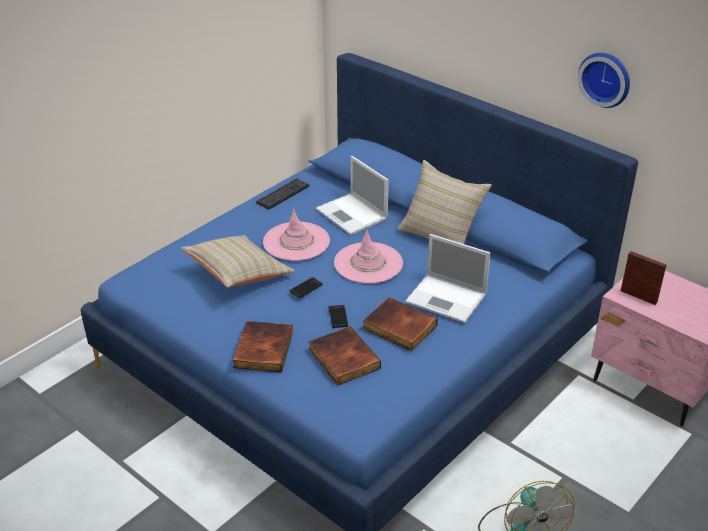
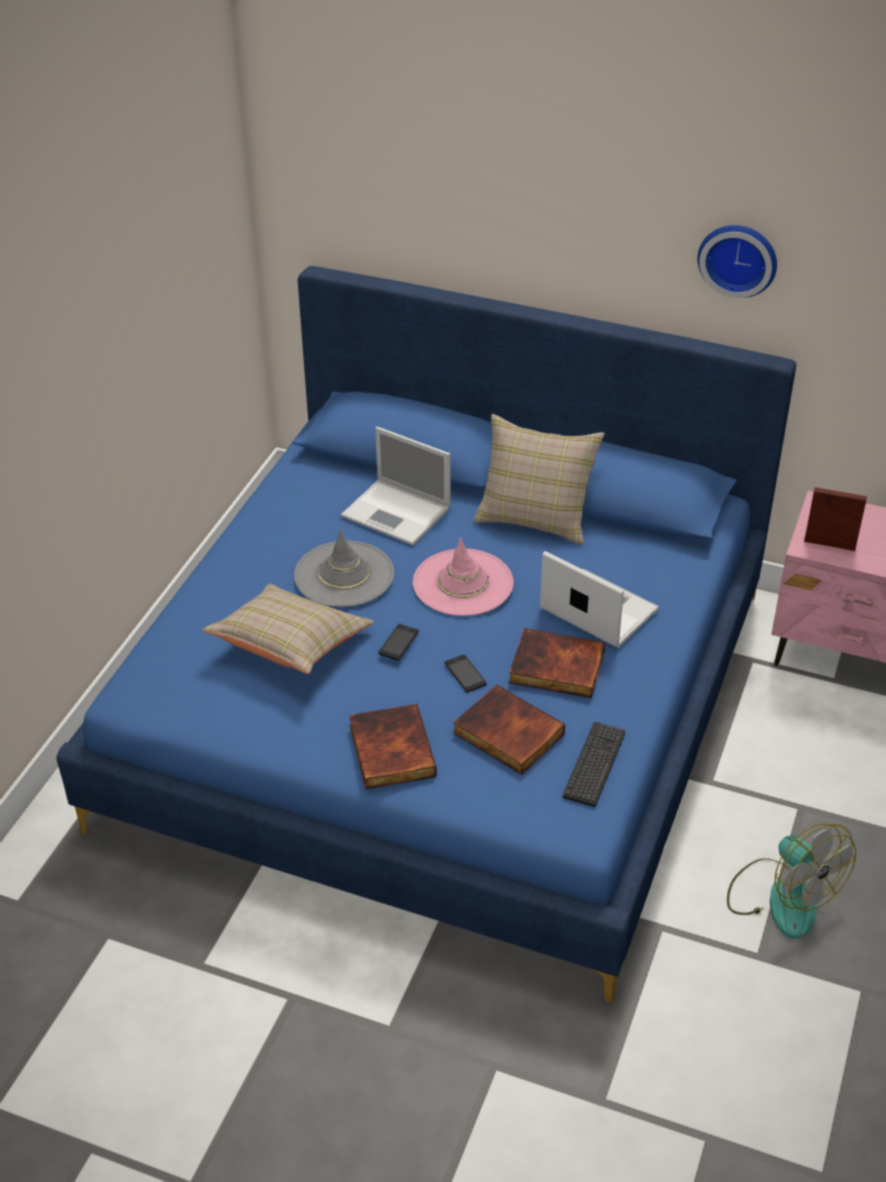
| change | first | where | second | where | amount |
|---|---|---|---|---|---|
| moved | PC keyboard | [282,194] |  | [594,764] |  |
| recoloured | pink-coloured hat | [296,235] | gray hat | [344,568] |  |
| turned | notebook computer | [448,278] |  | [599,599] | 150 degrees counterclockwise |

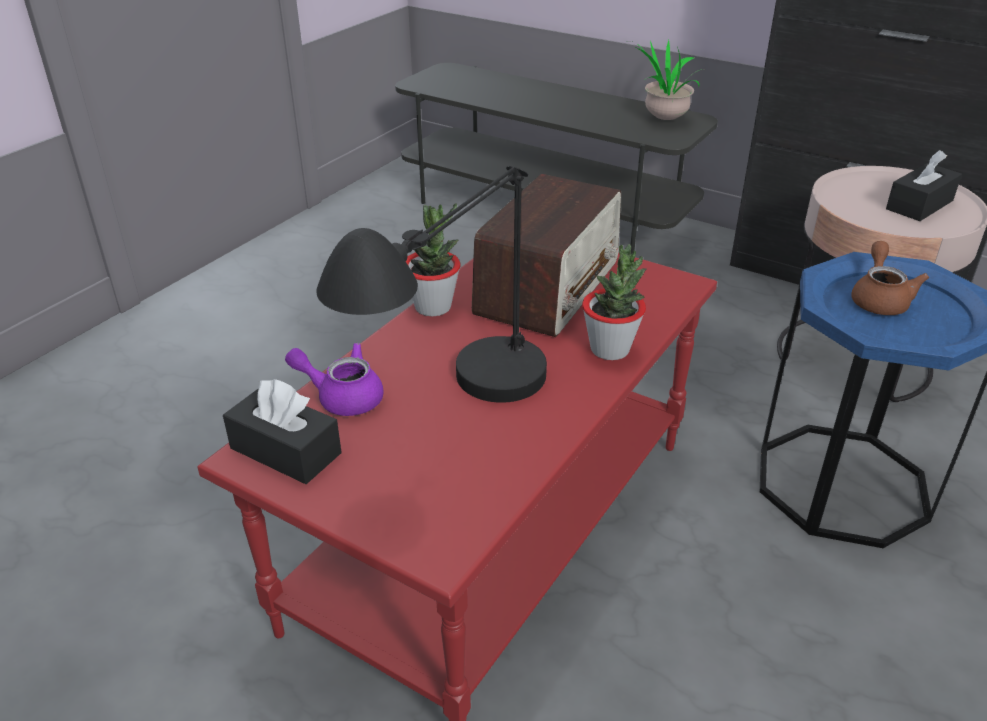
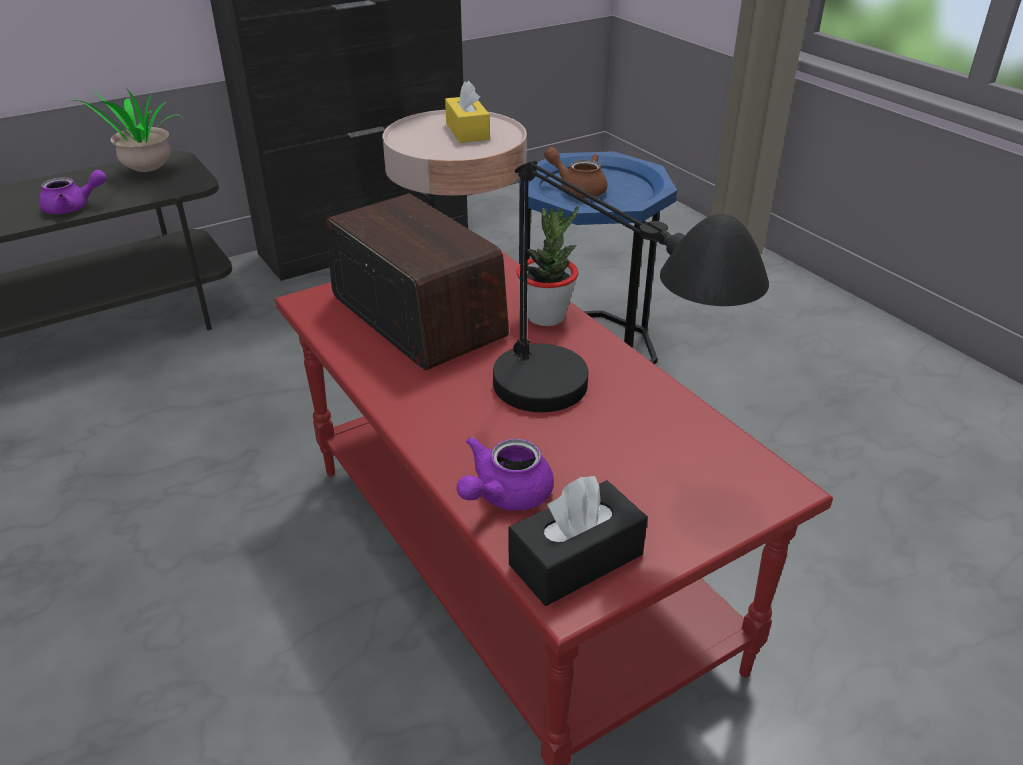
| change | first | where | second | where | amount |
|---|---|---|---|---|---|
| removed | potted plant | [433,259] |  |  |  |
| added |  |  | purple-coloured teapot | [73,192] |  |
| recoloured | blackish tissue holder | [924,185] | yellowish tissue holder | [467,111] |  |

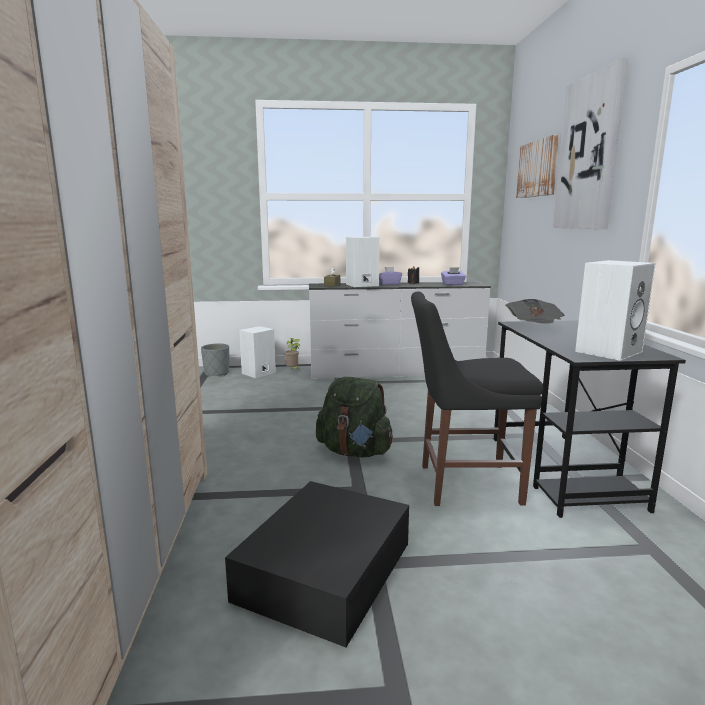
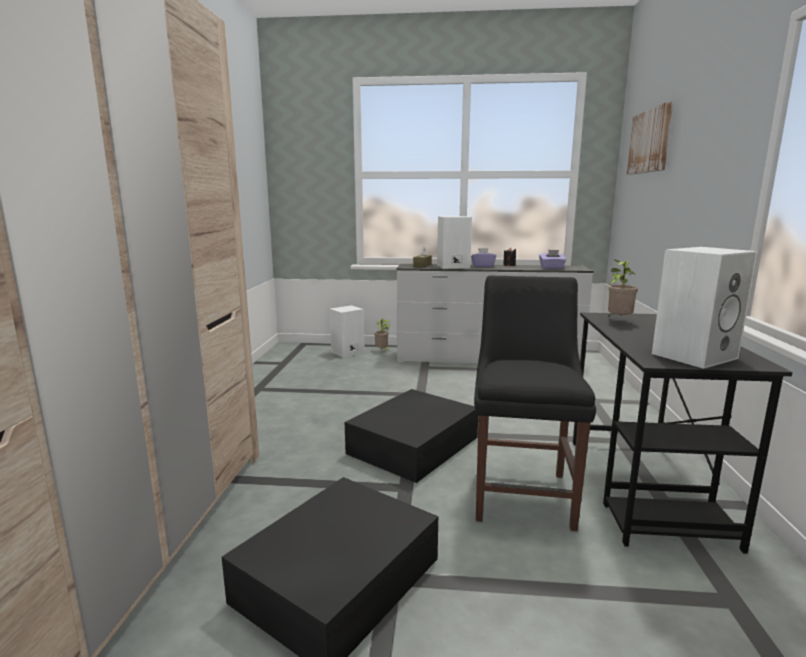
| change | first | where | second | where | amount |
|---|---|---|---|---|---|
| removed | gray flower pot | [215,360] |  |  |  |
| removed | wall picture | [590,143] |  |  |  |
| replaced | green-coloured backpack | [354,417] | blackish storage box | [411,436] |  |
| replaced | newspaper | [535,311] | potted plant | [623,288] |  |
| turned | blackish chair | [477,399] |  | [535,403] | 90 degrees clockwise |

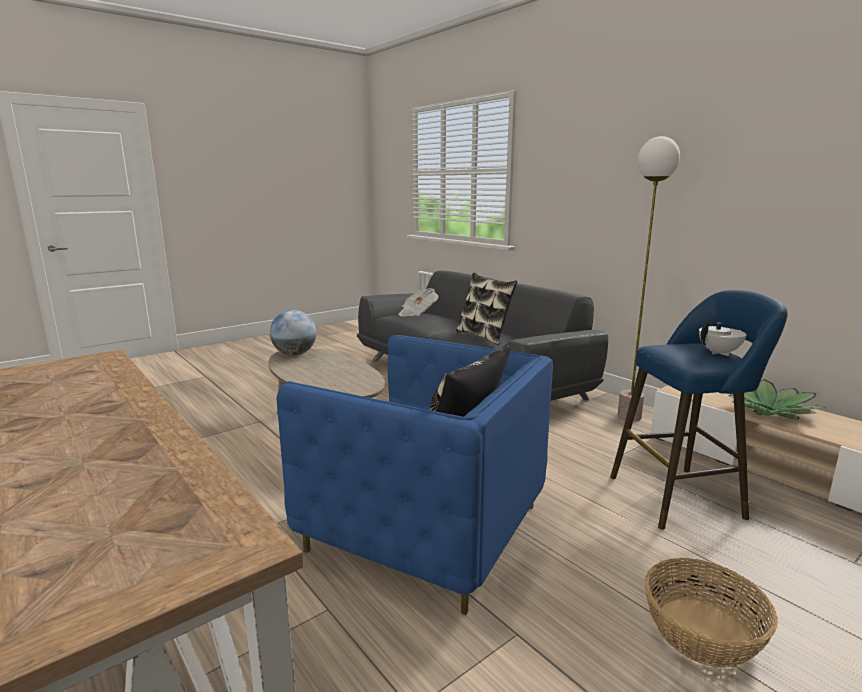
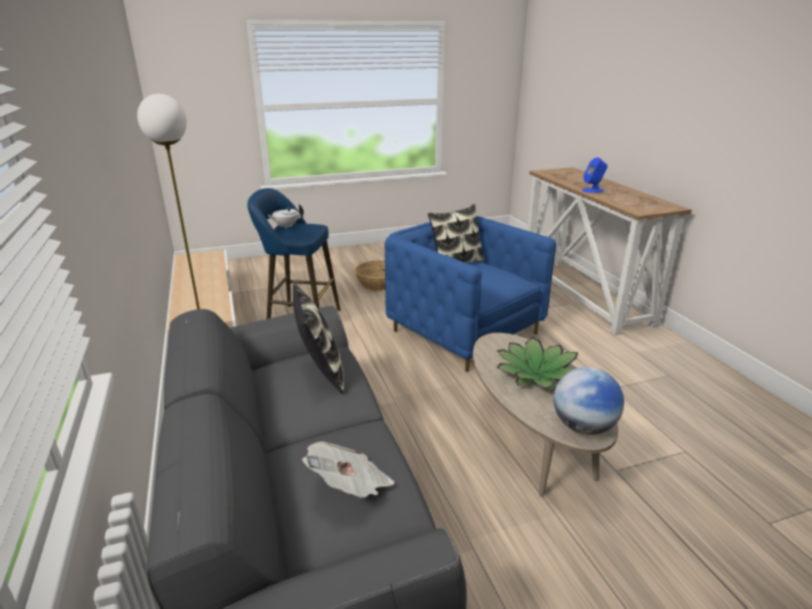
| change | first | where | second | where | amount |
|---|---|---|---|---|---|
| added |  |  | blue loudspeaker | [595,175] |  |
| moved | potted plant | [777,399] |  | [537,364] |  |

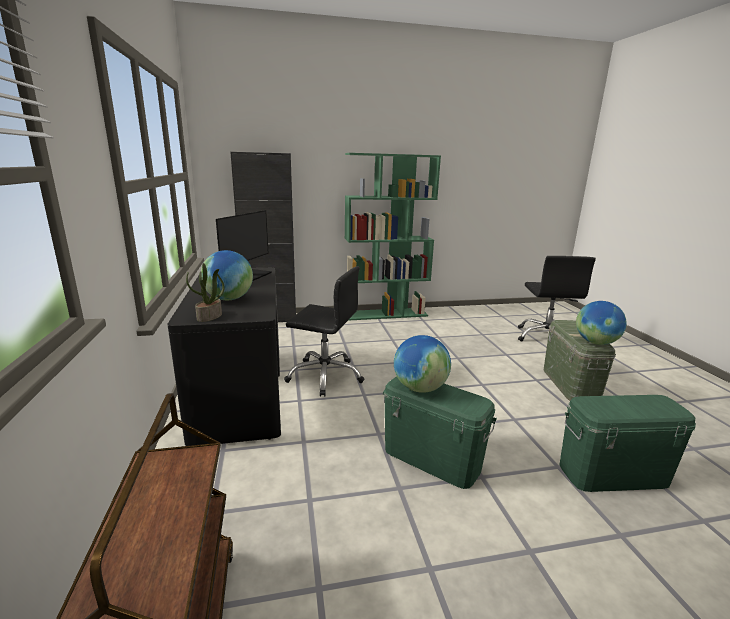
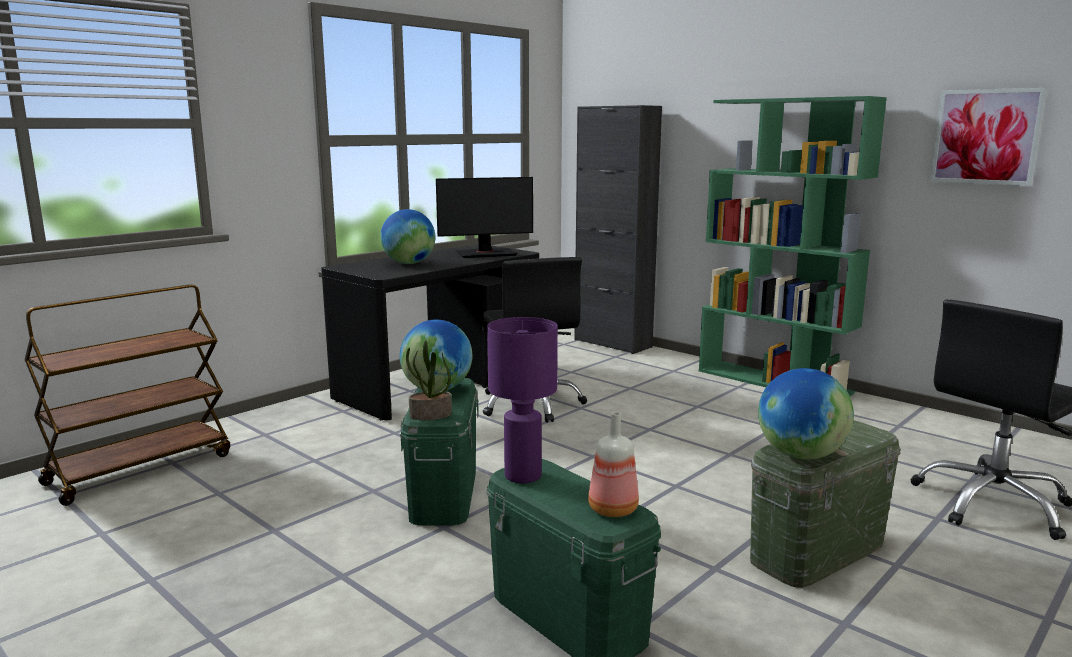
| change | first | where | second | where | amount |
|---|---|---|---|---|---|
| added |  |  | purple-coloured table lamp | [522,400] |  |
| added |  |  | beverage bottle | [613,464] |  |
| added |  |  | wall picture | [988,137] |  |
| moved | potted plant | [205,292] |  | [429,380] |  |

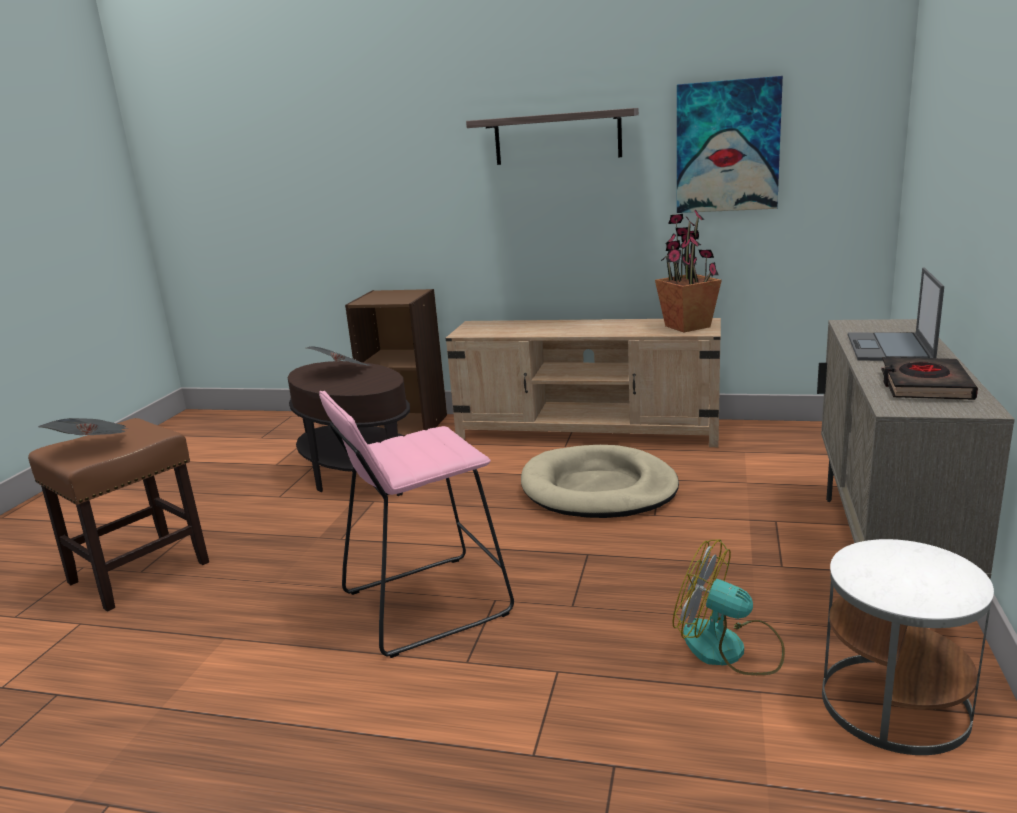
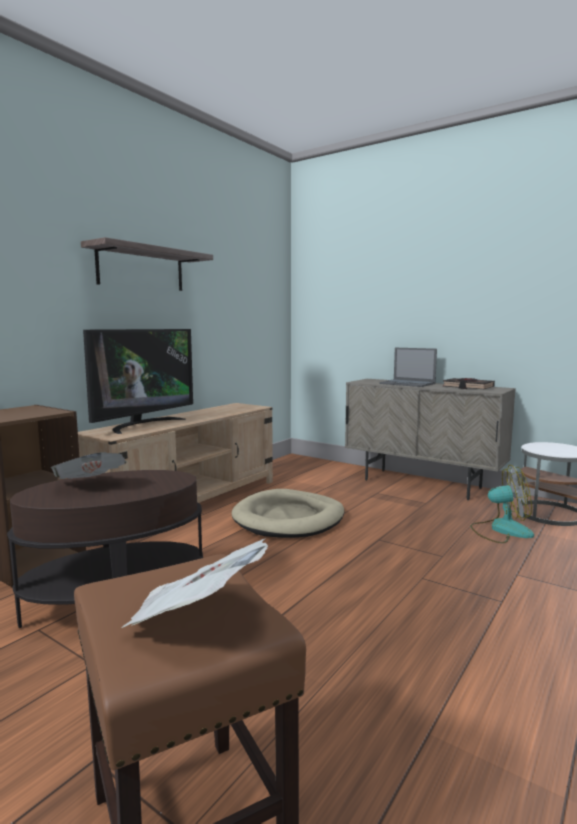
| change | first | where | second | where | amount |
|---|---|---|---|---|---|
| removed | pink-coloured stool | [416,524] |  |  |  |
| removed | potted plant | [688,271] |  |  |  |
| removed | wall picture | [730,144] |  |  |  |
| added |  |  | TV | [138,381] |  |
| turned | cooling fan | [729,607] |  | [502,504] | 135 degrees counterclockwise |

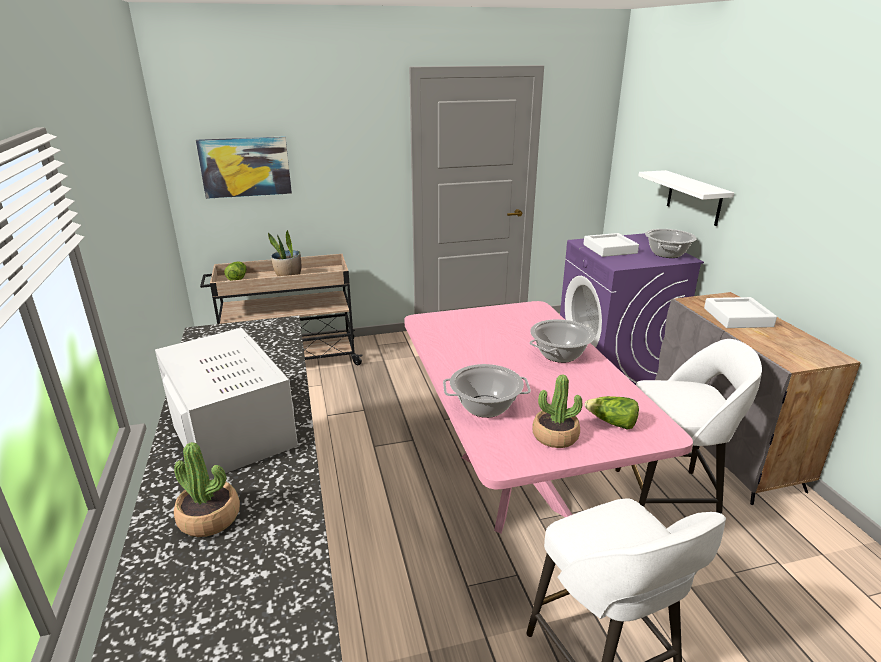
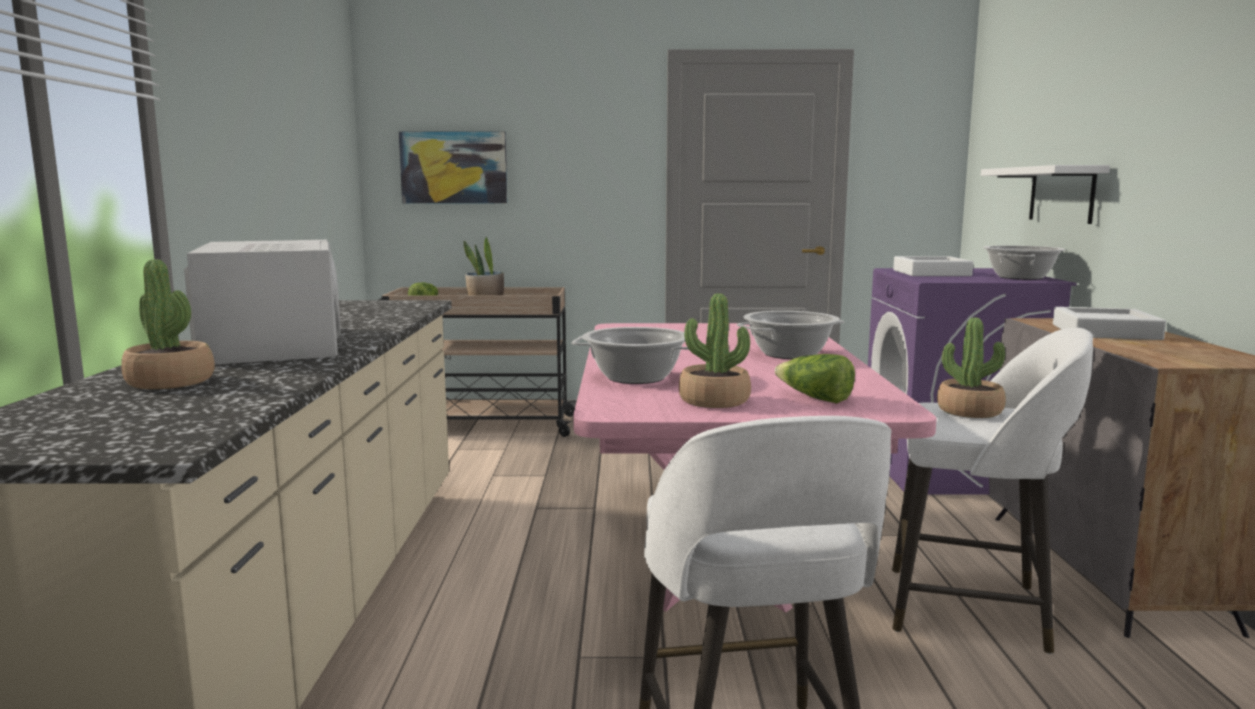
| change | first | where | second | where | amount |
|---|---|---|---|---|---|
| added |  |  | potted plant | [971,368] |  |

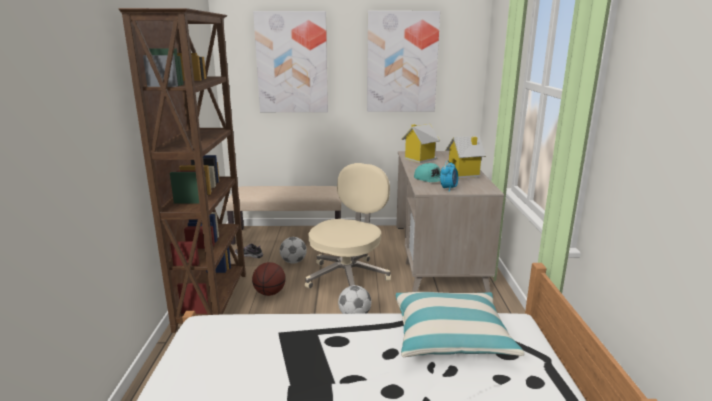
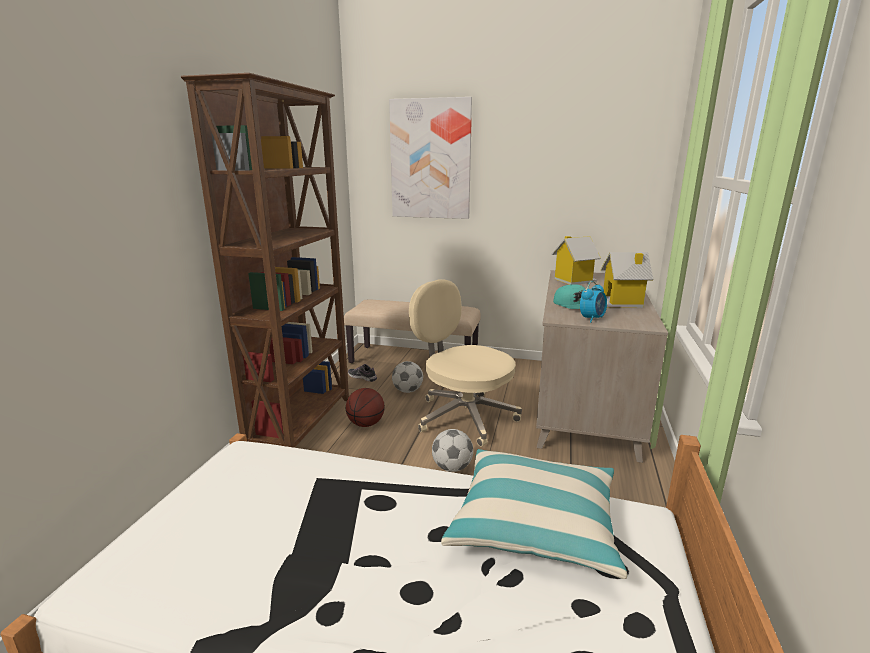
| change | first | where | second | where | amount |
|---|---|---|---|---|---|
| removed | wall picture | [403,61] |  |  |  |
| turned | beige office chair | [348,226] |  | [465,363] | 90 degrees counterclockwise |

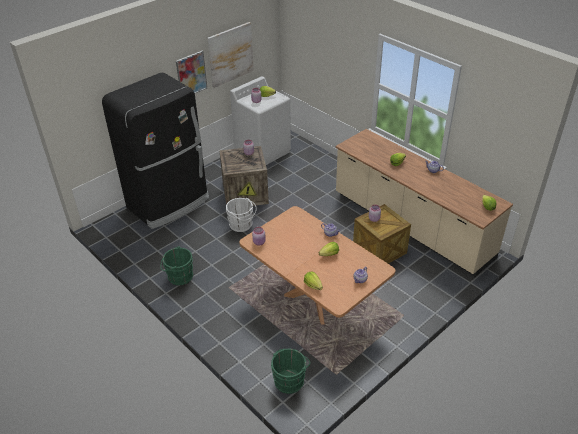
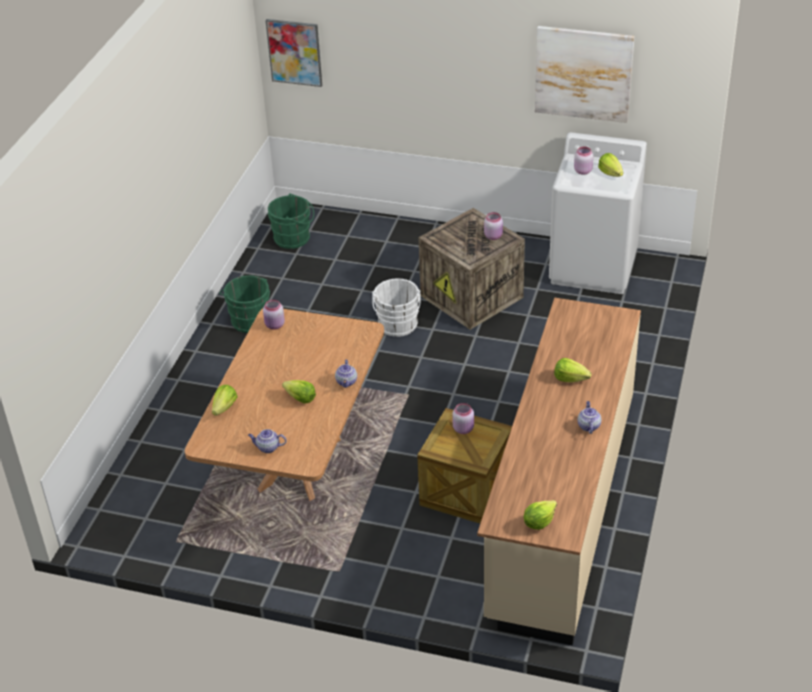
| change | first | where | second | where | amount |
|---|---|---|---|---|---|
| removed | blackish kitchen fridge | [155,151] |  |  |  |
| moved | wall picture | [191,72] |  | [293,53] |  |
| moved | green-coloured bucket | [290,371] |  | [291,221] |  |

